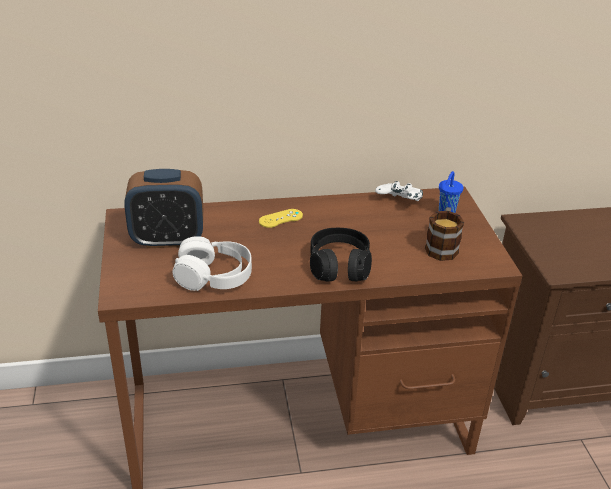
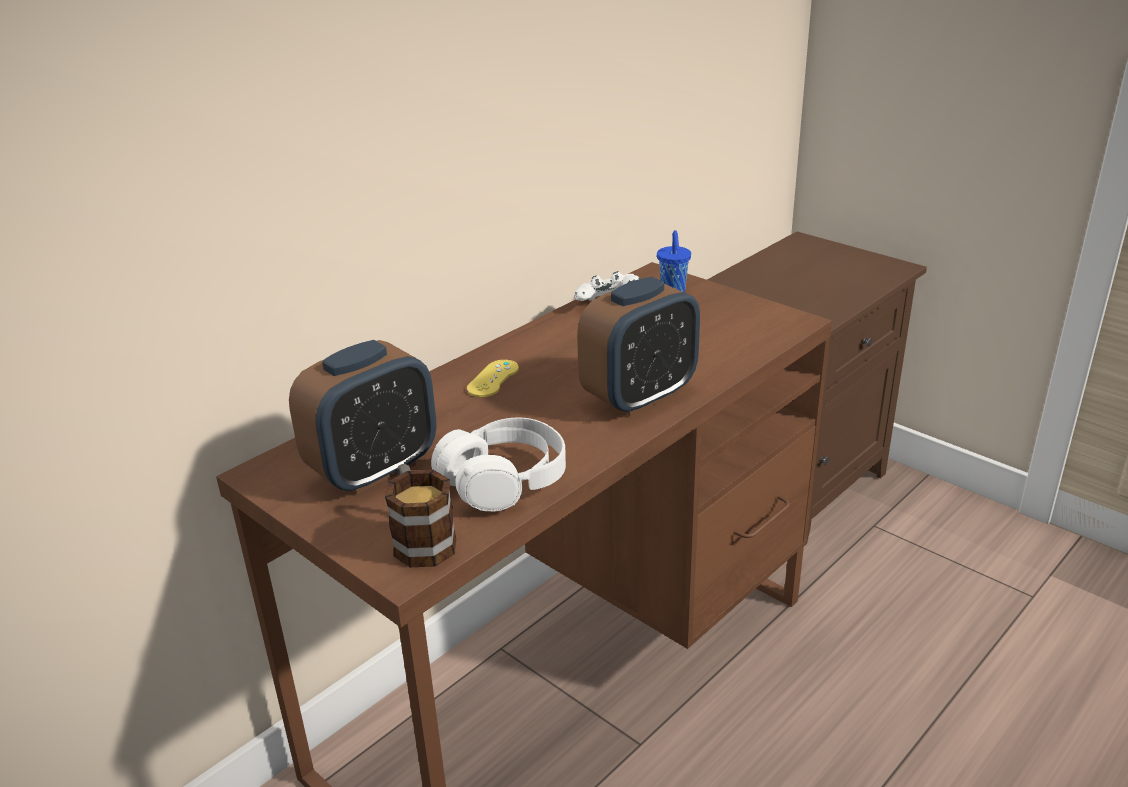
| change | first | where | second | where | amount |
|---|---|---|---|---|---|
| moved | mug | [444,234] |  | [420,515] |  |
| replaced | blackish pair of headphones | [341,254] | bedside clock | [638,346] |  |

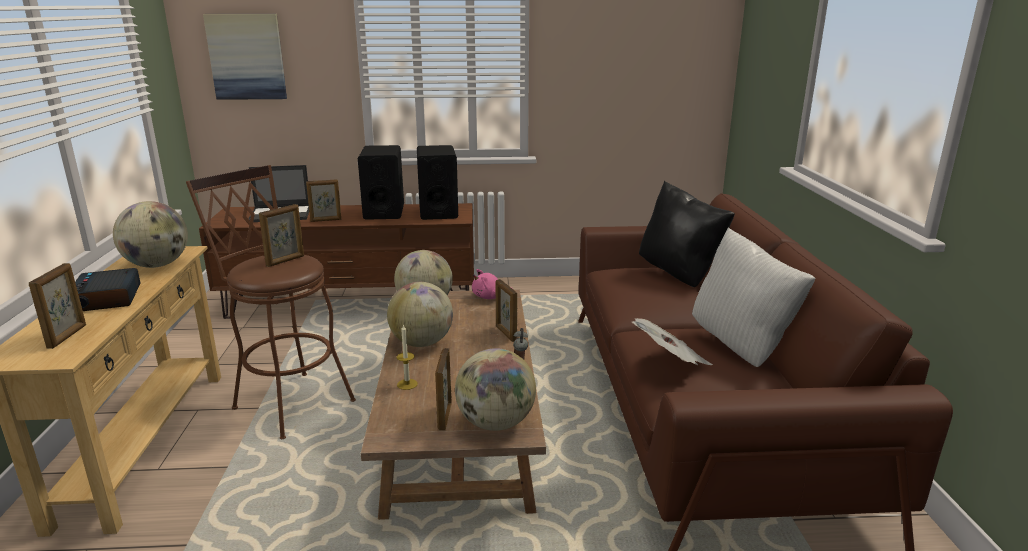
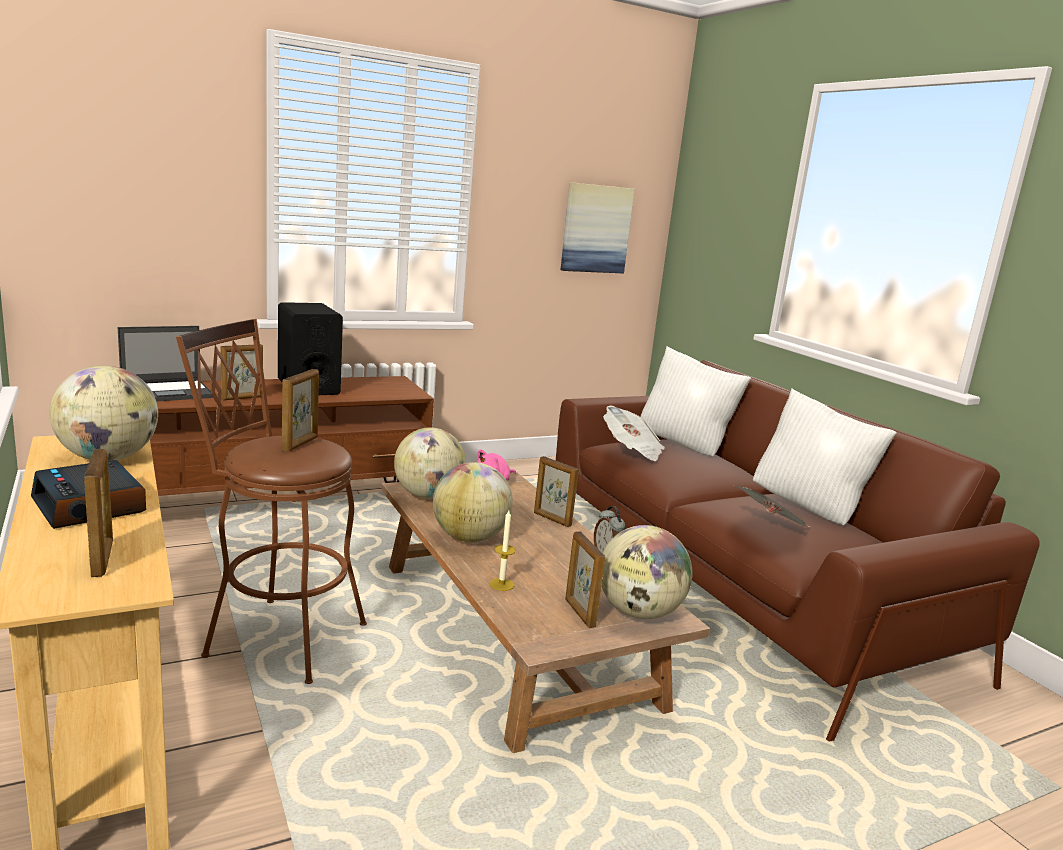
| change | first | where | second | where | amount |
|---|---|---|---|---|---|
| removed | blackish loudspeaker | [437,182] |  |  |  |
| added |  |  | newspaper | [634,433] |  |
| moved | wall picture | [245,57] |  | [598,227] |  |
| recoloured | blackish pillow | [687,234] | white-coloured pillow | [695,401] |  |

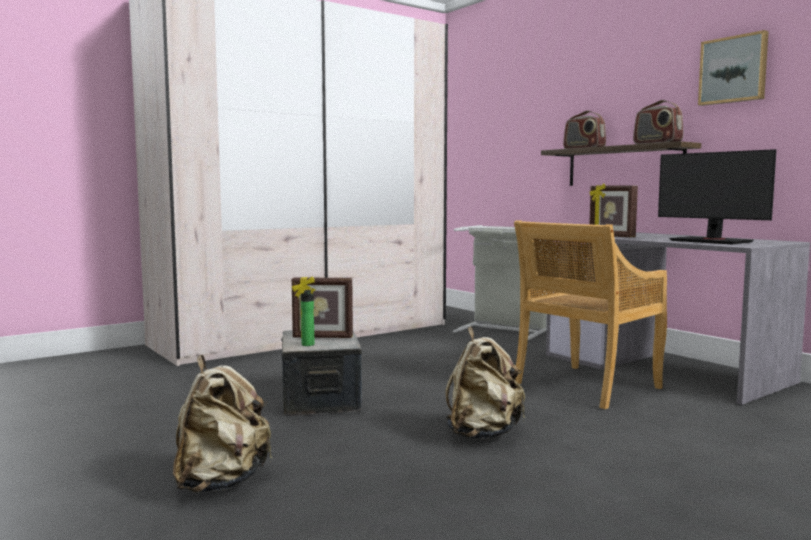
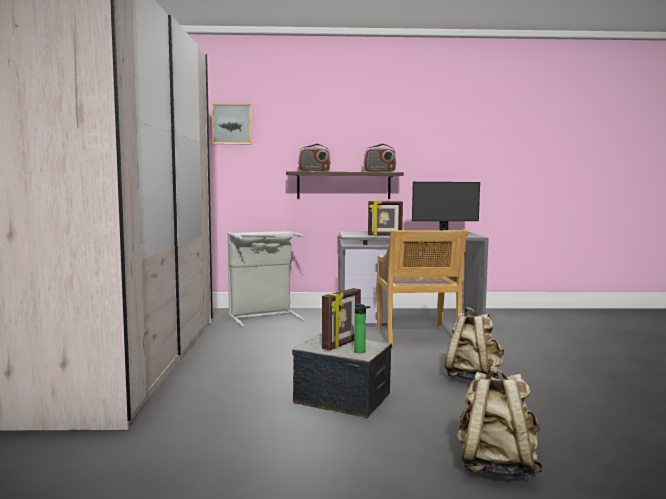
| change | first | where | second | where | amount |
|---|---|---|---|---|---|
| moved | wall picture | [733,68] |  | [232,124] |  |

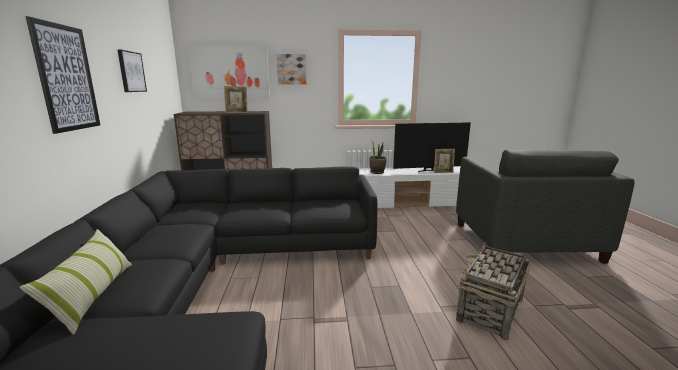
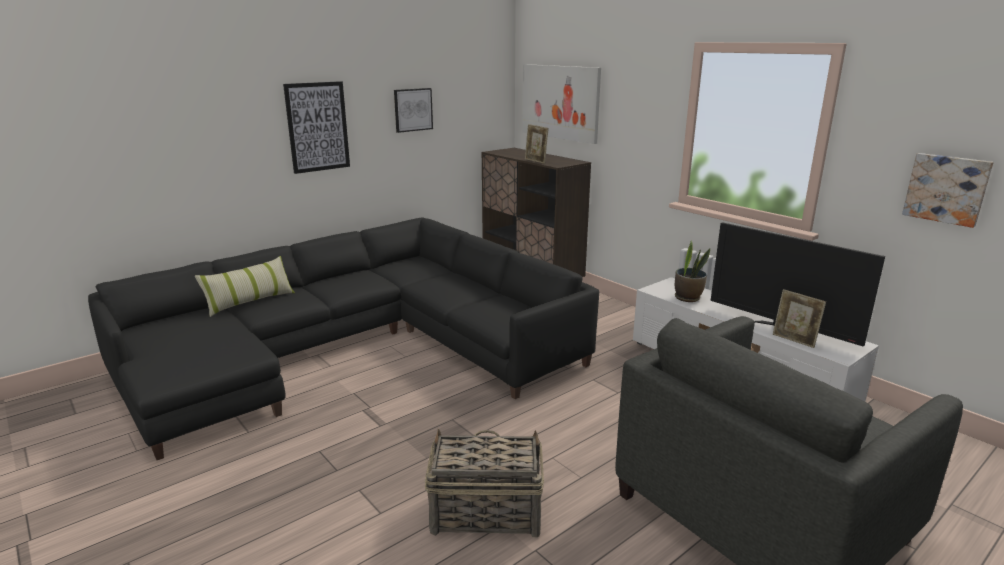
| change | first | where | second | where | amount |
|---|---|---|---|---|---|
| moved | wall picture | [291,69] |  | [948,190] |  |

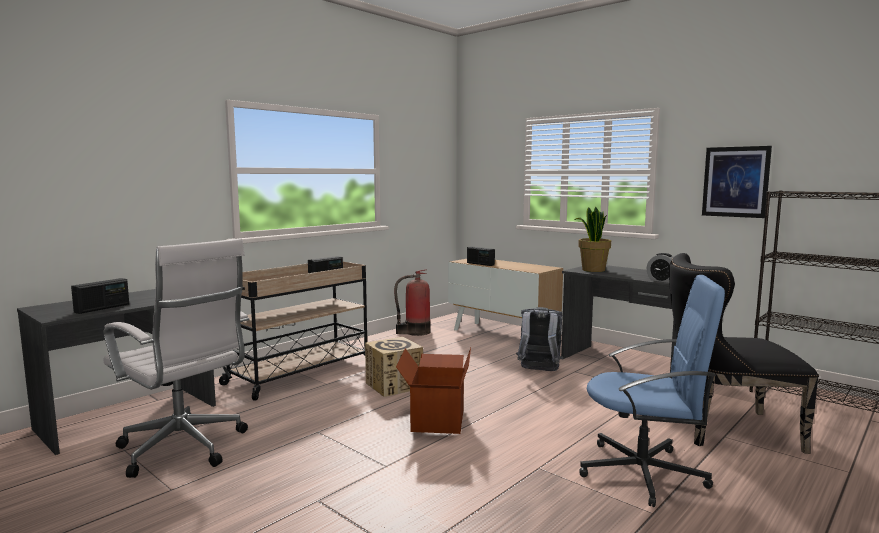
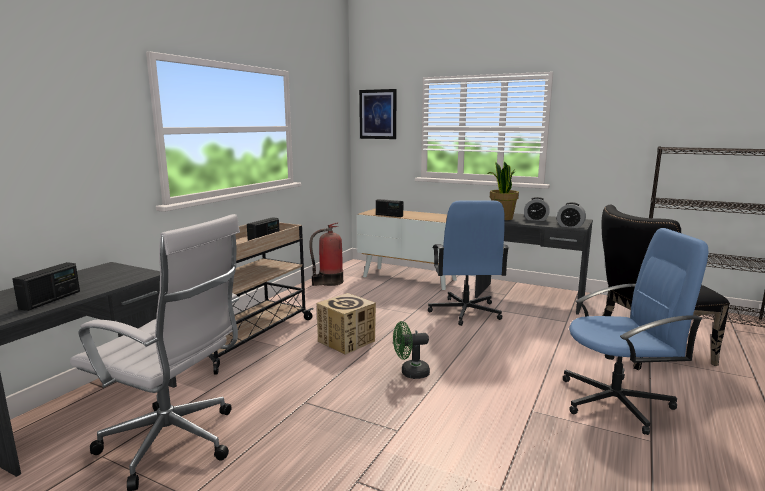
| change | first | where | second | where | amount |
|---|---|---|---|---|---|
| added |  |  | bedside clock | [537,209] |  |
| moved | wall picture | [737,182] |  | [378,114] |  |
| replaced | cardboard box | [433,391] | green-coloured cooling fan | [411,350] |  |
| replaced | gray backpack | [540,339] | blue office chair | [468,263] |  |

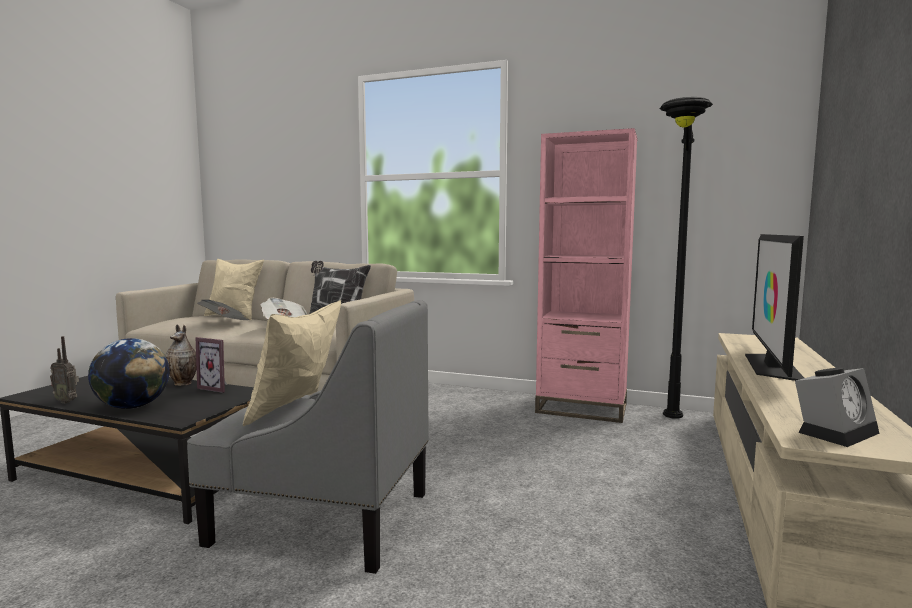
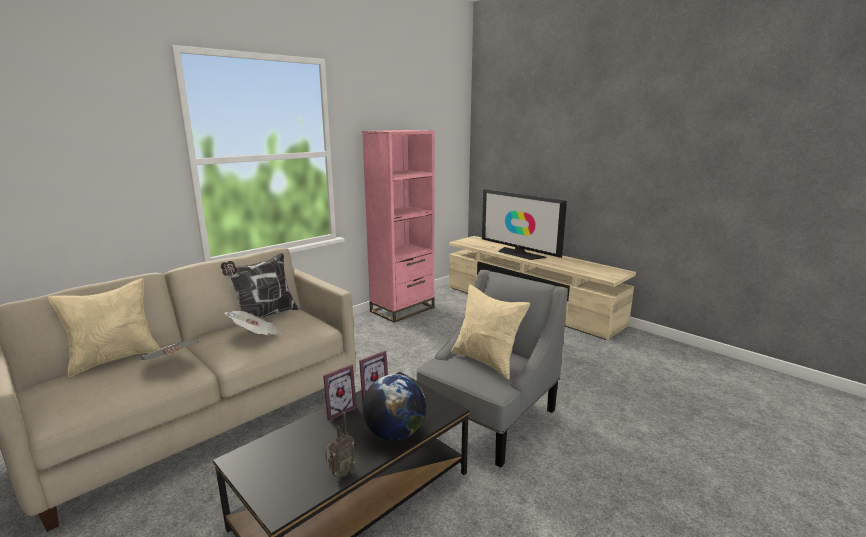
| change | first | where | second | where | amount |
|---|---|---|---|---|---|
| removed | blackish standard lamp | [686,258] |  |  |  |
| removed | bedside clock | [837,407] |  |  |  |
| replaced | vase | [181,355] | photo frame | [340,392] |  |

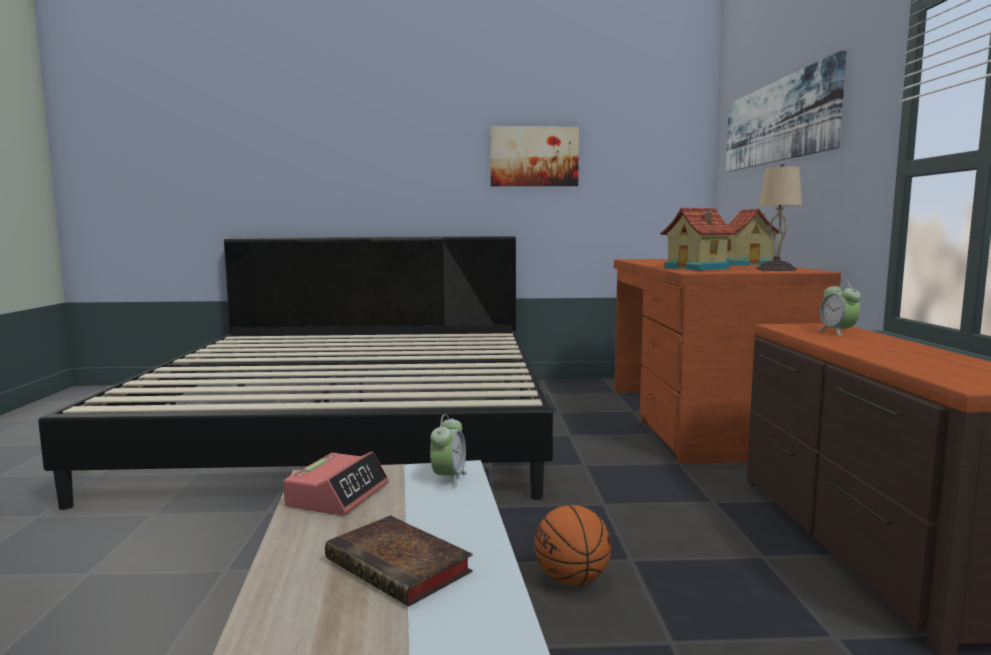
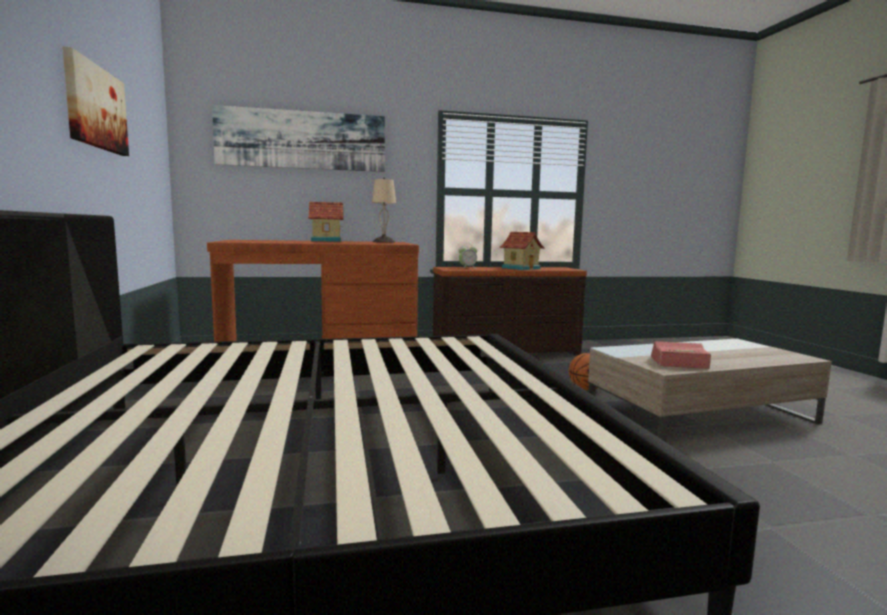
| change | first | where | second | where | amount |
|---|---|---|---|---|---|
| removed | bound book | [399,561] |  |  |  |
| removed | bedside clock | [448,451] |  |  |  |
| moved | miniature house | [698,239] |  | [522,251] |  |

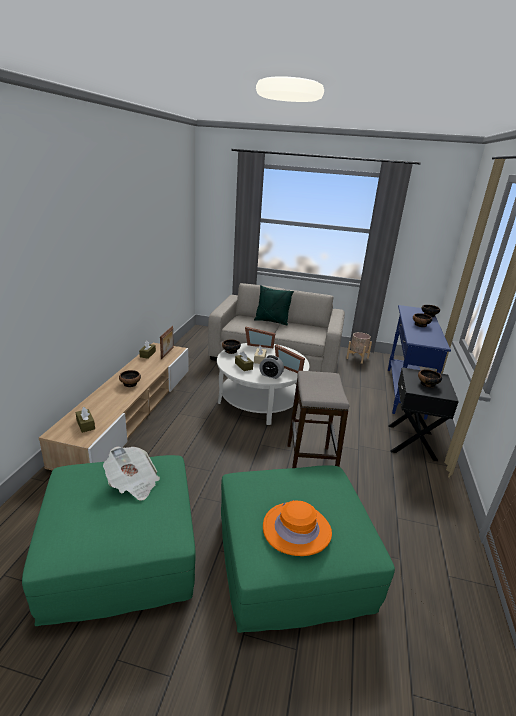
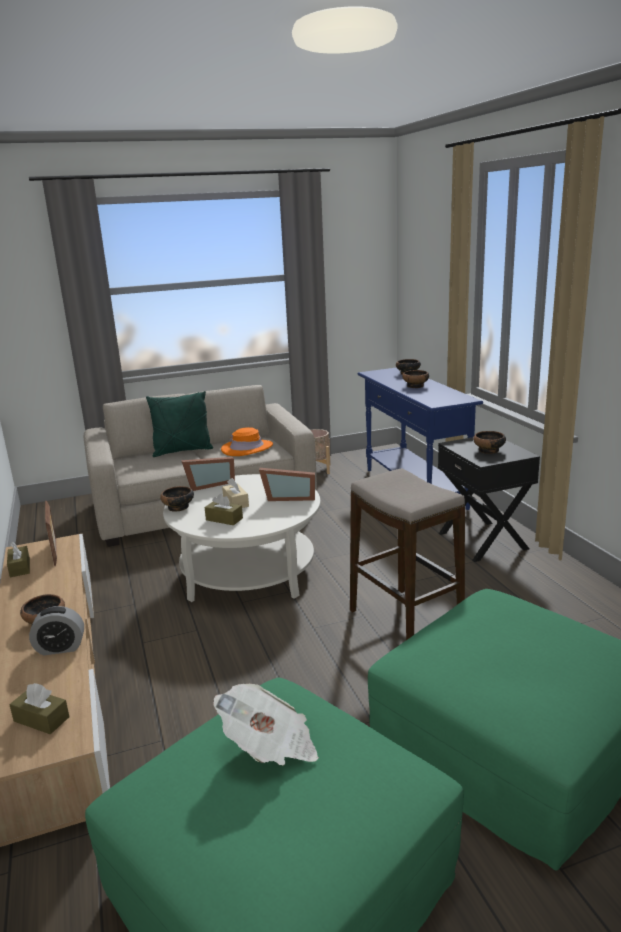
| change | first | where | second | where | amount |
|---|---|---|---|---|---|
| moved | bedside clock | [271,367] |  | [56,631] |  |
| moved | orange-coloured hat | [297,528] |  | [247,441] |  |

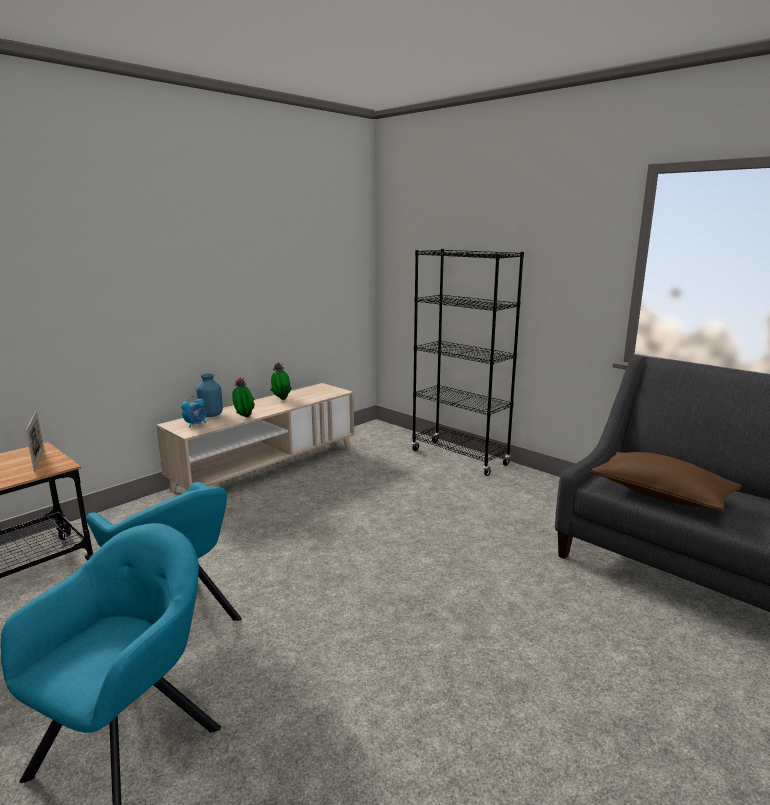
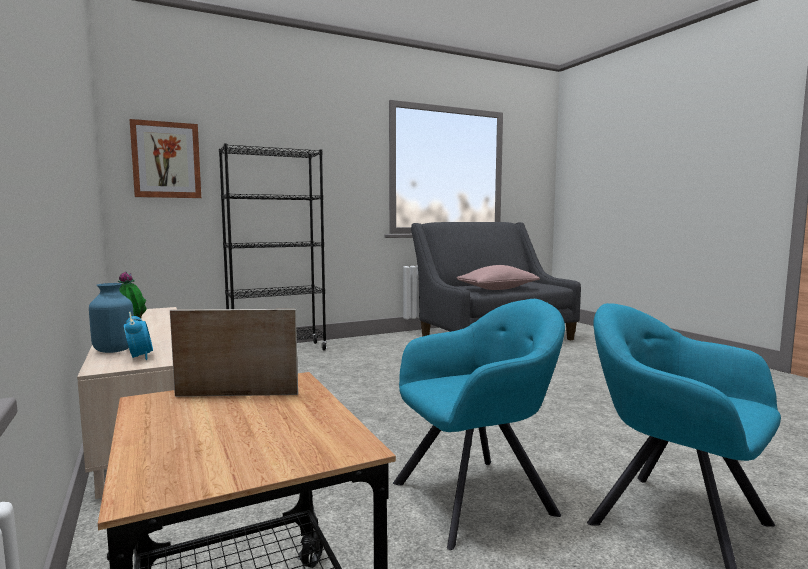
| change | first | where | second | where | amount |
|---|---|---|---|---|---|
| removed | potted plant | [243,397] |  |  |  |
| added |  |  | wall picture | [165,158] |  |
| recoloured | brown-coloured pillow | [666,482] | pink-coloured pillow | [498,277] |  |

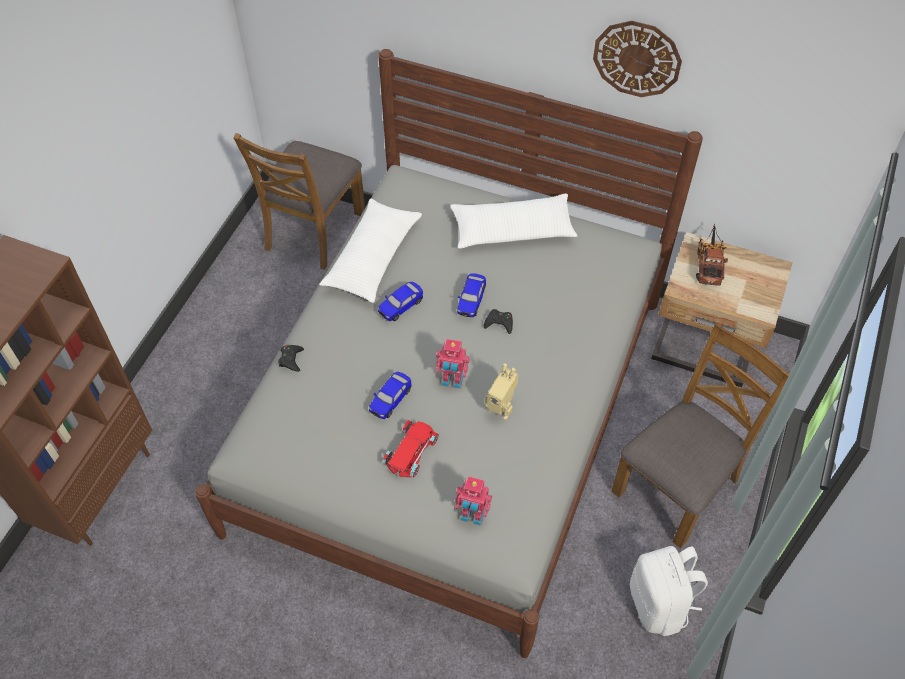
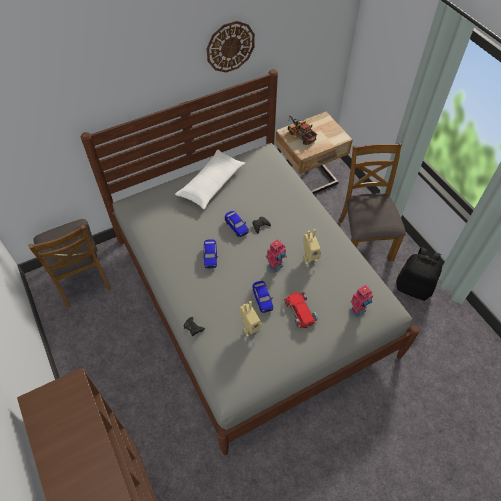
| change | first | where | second | where | amount |
|---|---|---|---|---|---|
| removed | white-coloured pillow | [370,251] |  |  |  |
| added |  |  | toy robot | [251,319] |  |
| recoloured | white-coloured backpack | [669,591] | blackish backpack | [419,274] |  |

